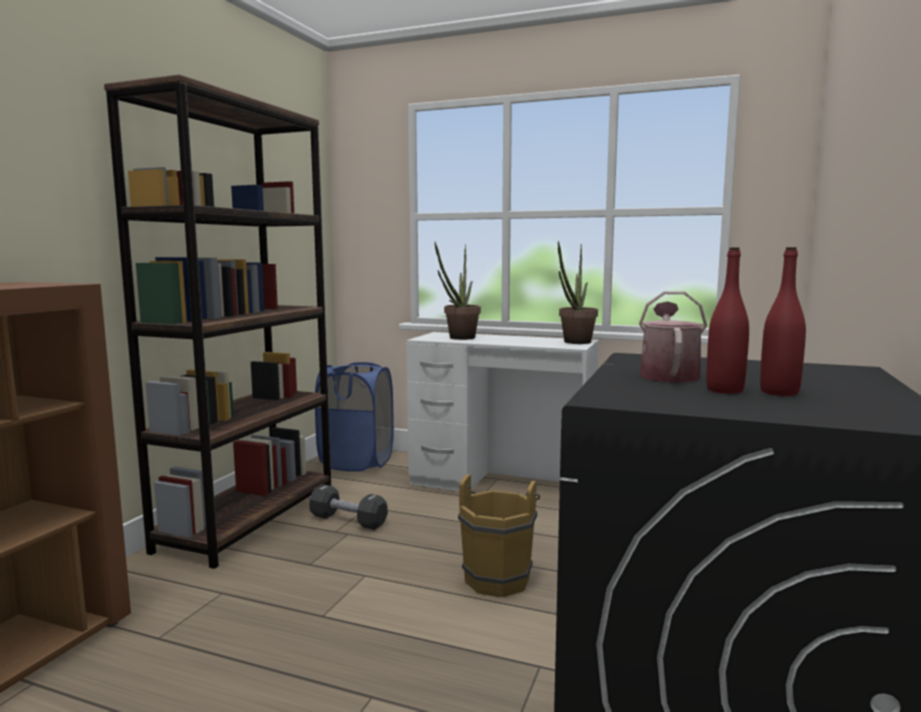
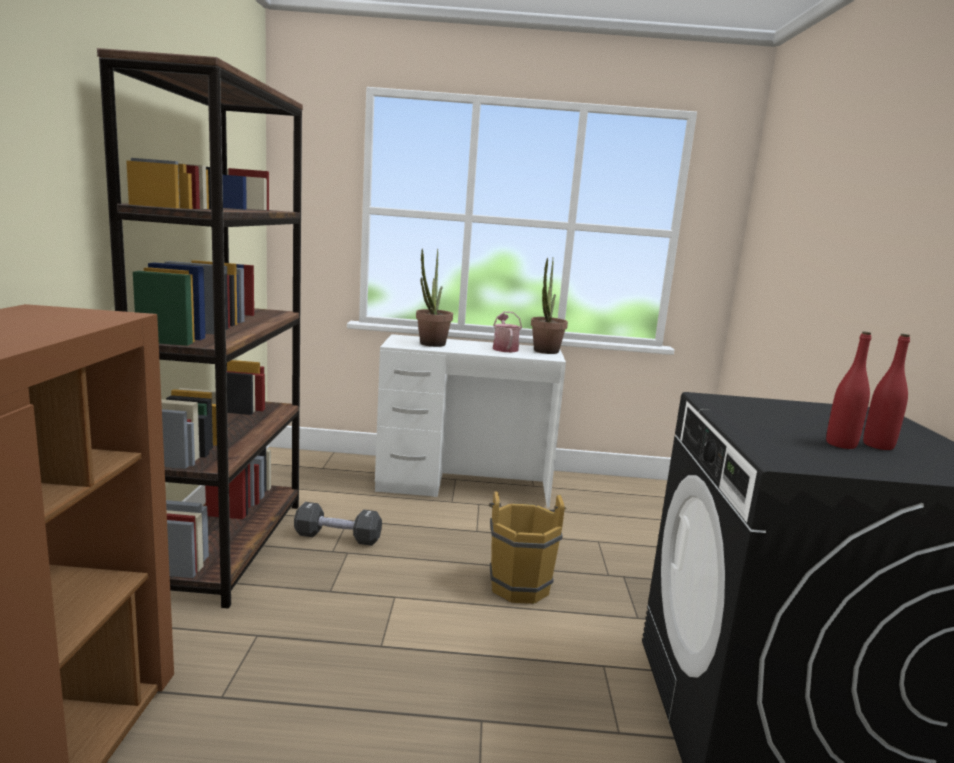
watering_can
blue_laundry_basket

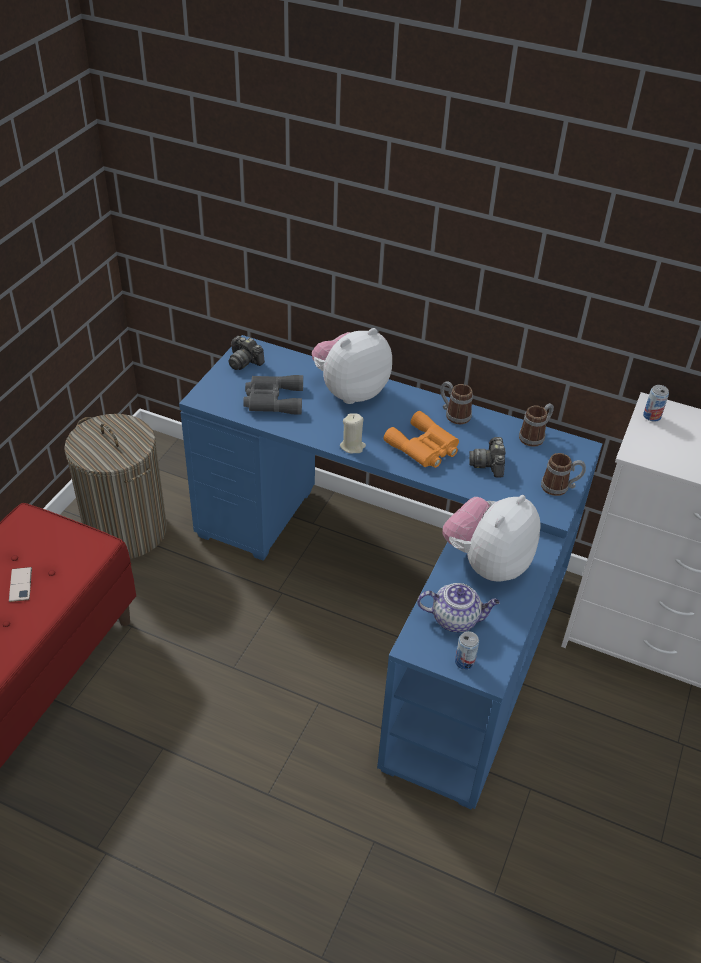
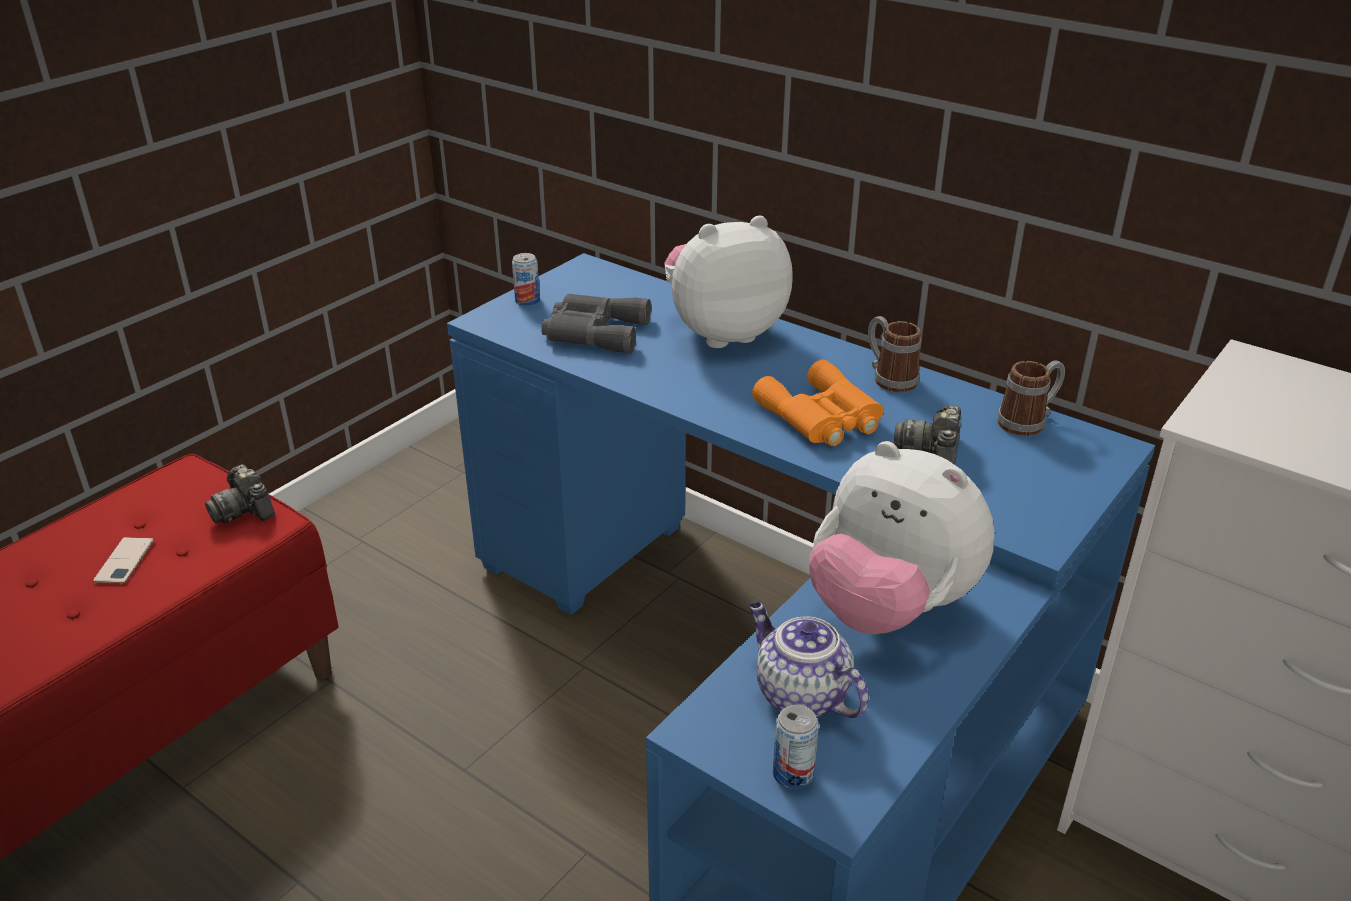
photo_camera (1st from left)
can (1st from left)
beige_candle
laundry_basket
mug (3rd from left in the first image)
plush_toy (2nd from left)
teapot

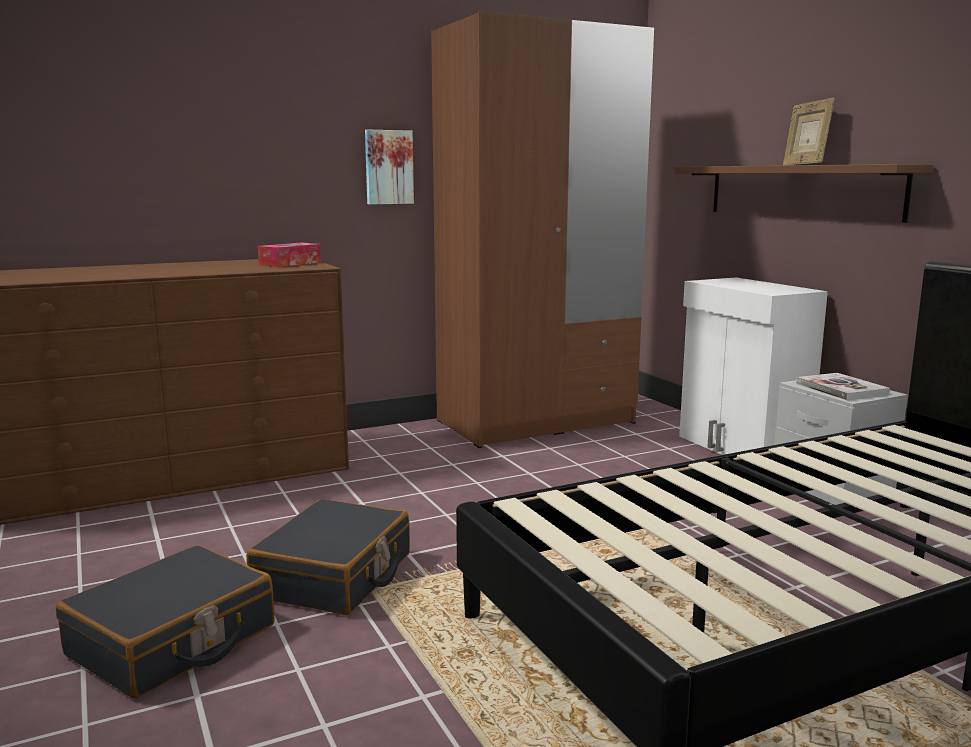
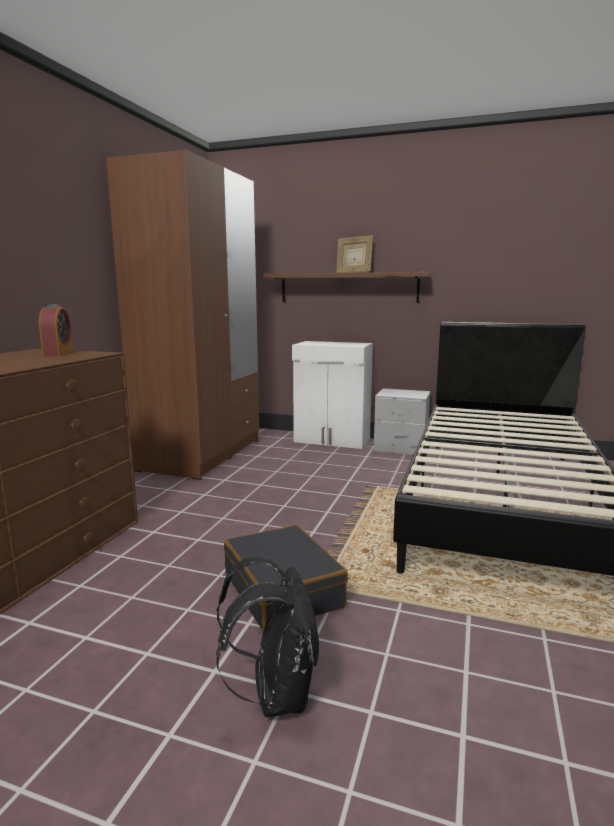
picture
alarm_clock
book
black_backpack

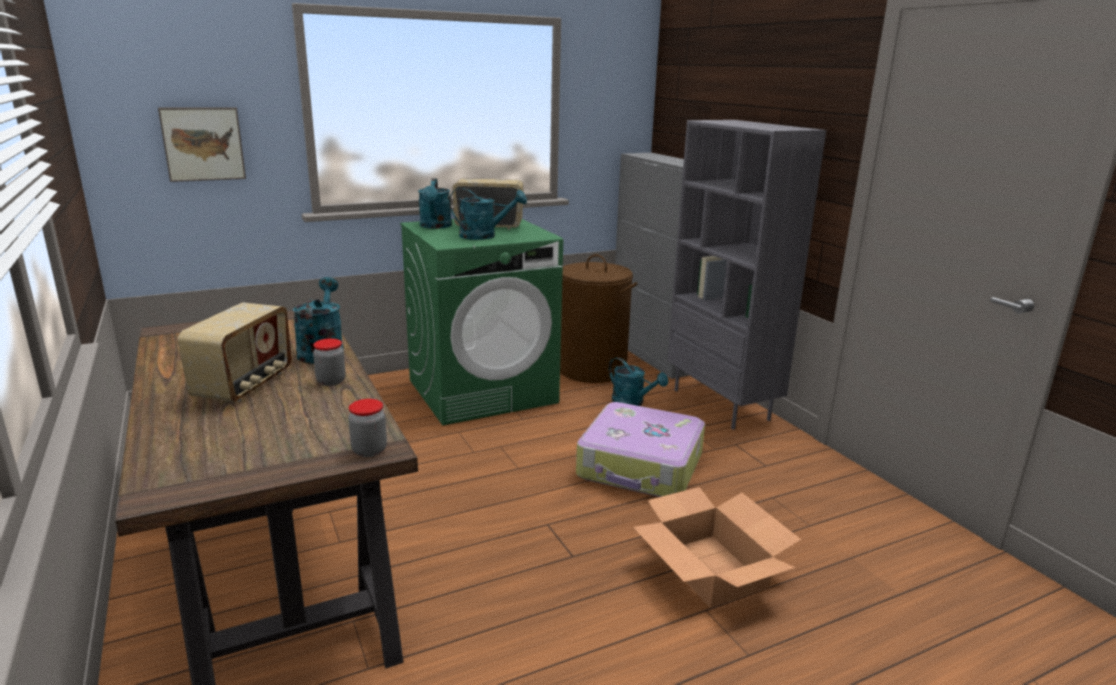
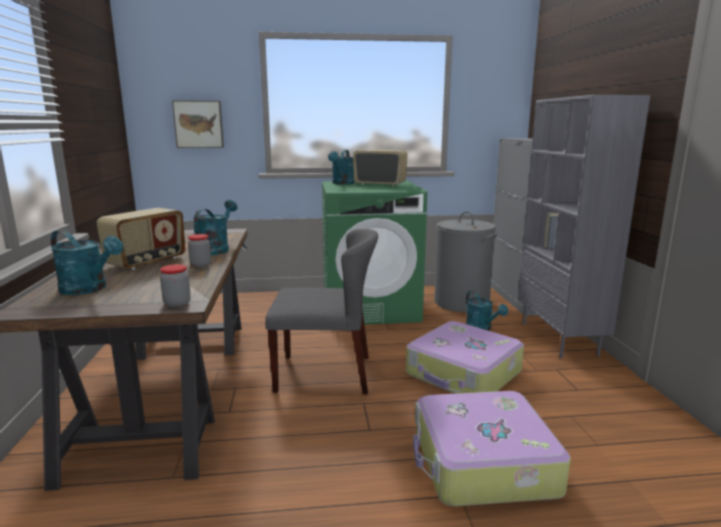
turquoise_watering_can (1st from left)
grey_laundry_basket
suitcase (2nd from left)
grey_chair

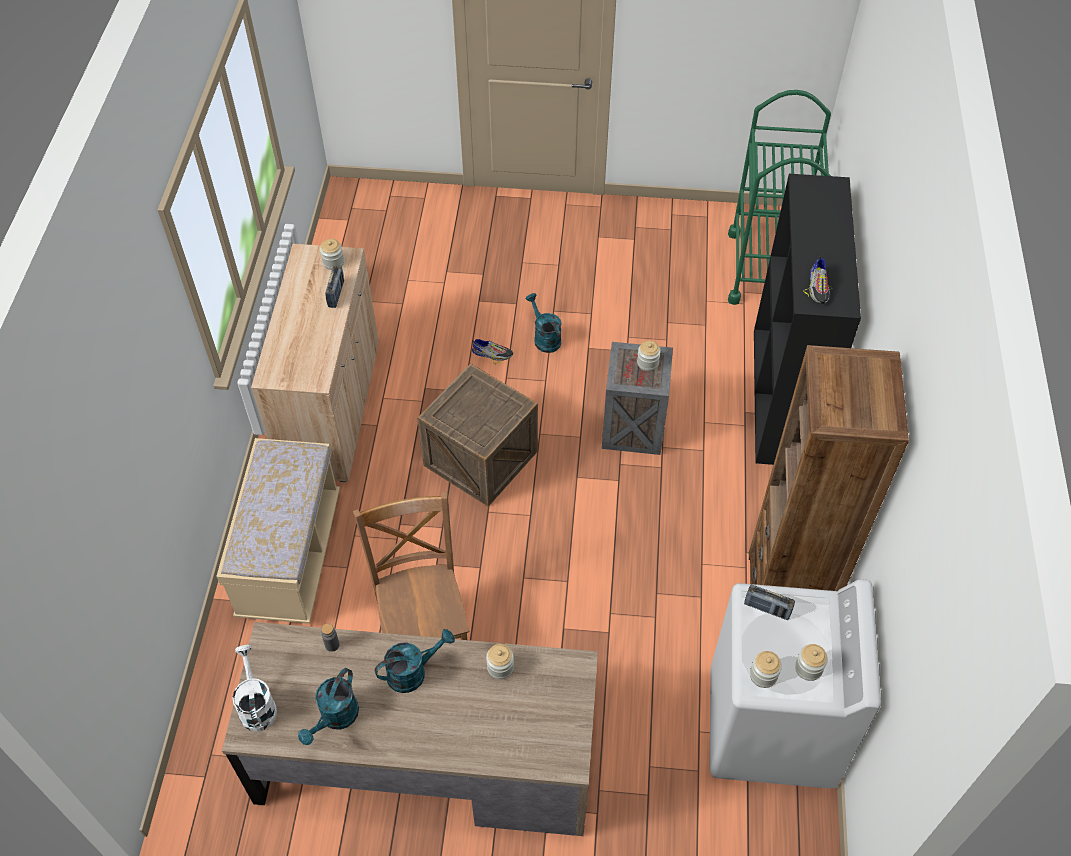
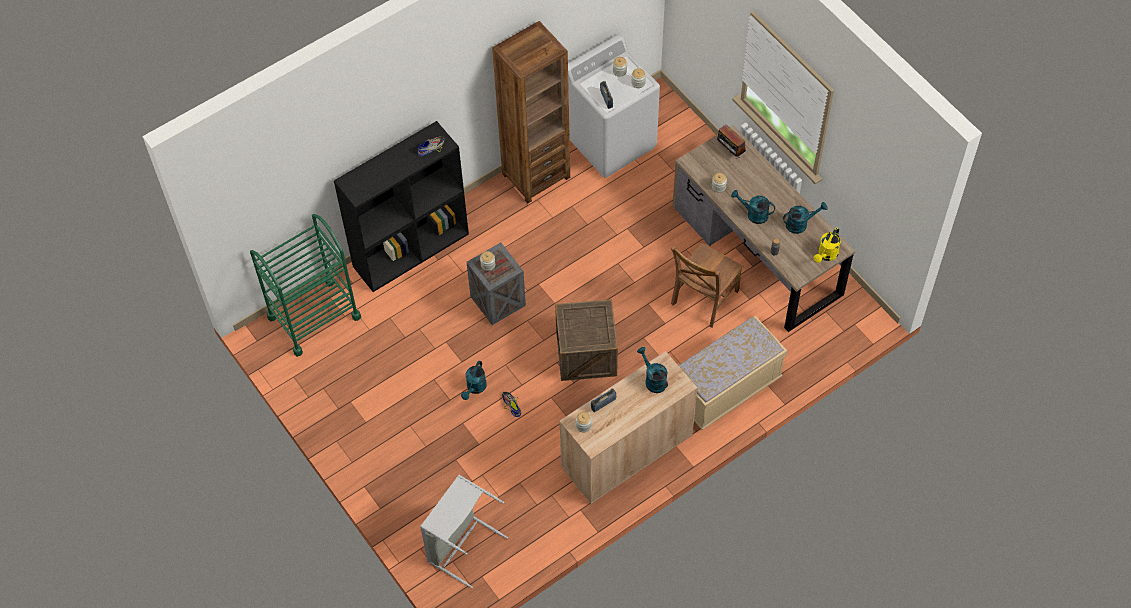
yellow_watering_can
radio (3rd from left)
turquoise_watering_can (2nd from left)
grey_laundry_basket

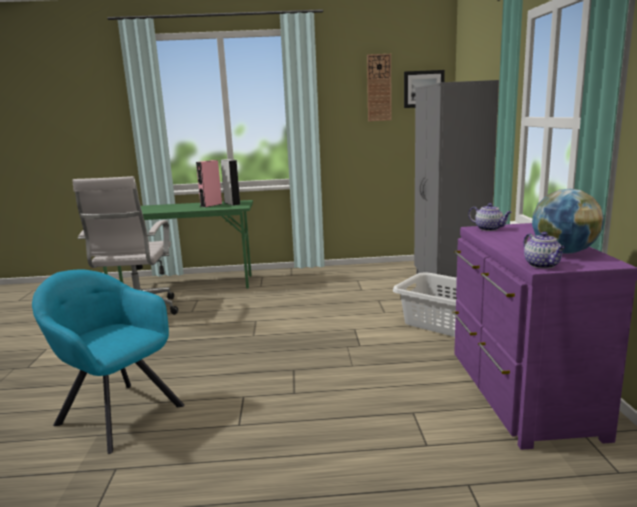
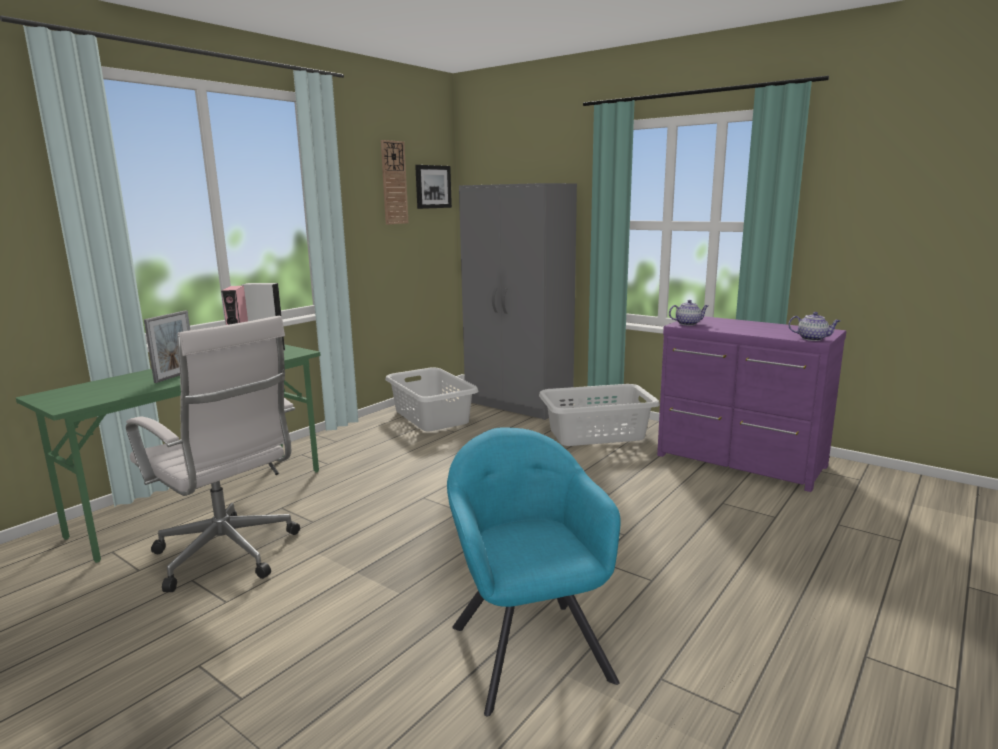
globe
turquoise_armchair
picture_frame
grey_laundry_basket (1st from left)

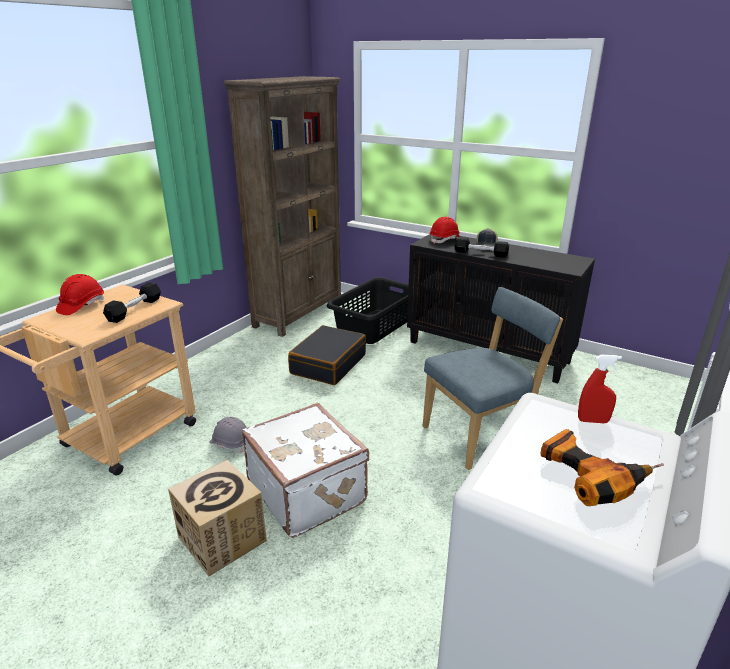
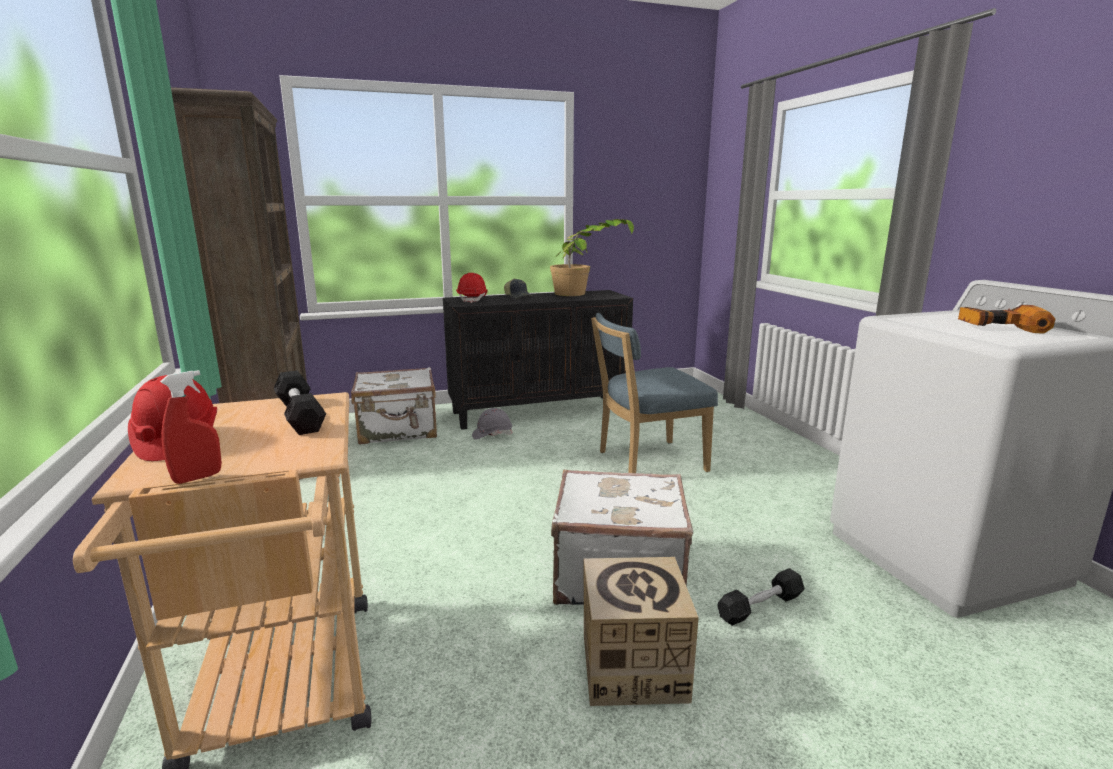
black_dumbbell (2nd from left)
white_suitcase (1st from left)
blue_chair
black_suitcase
red_spray_bottle
grey_hard_hat
potted_plant

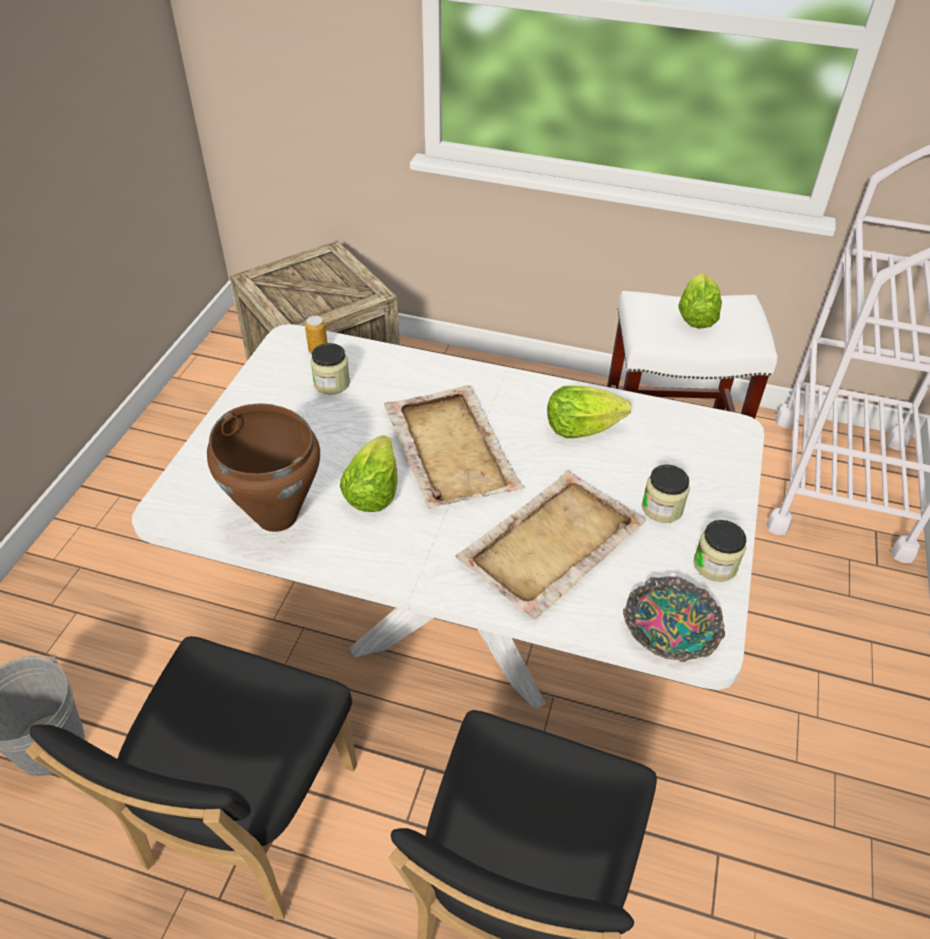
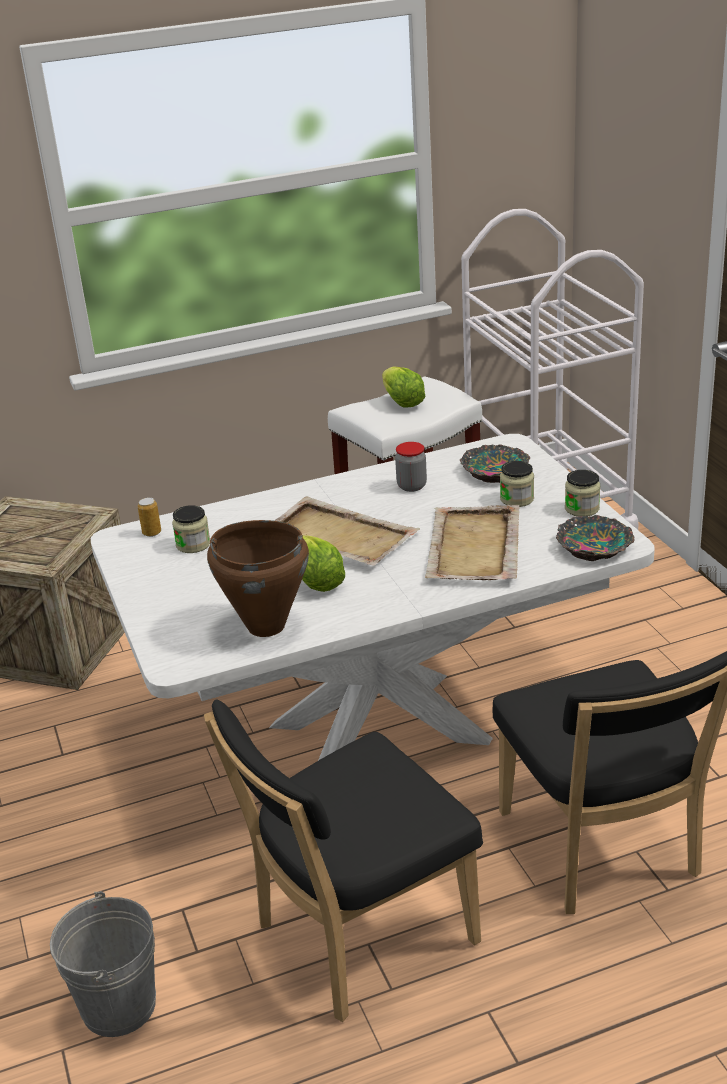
jar (2nd from left)
black_chair (1st from left)
bowl (1st from left)

